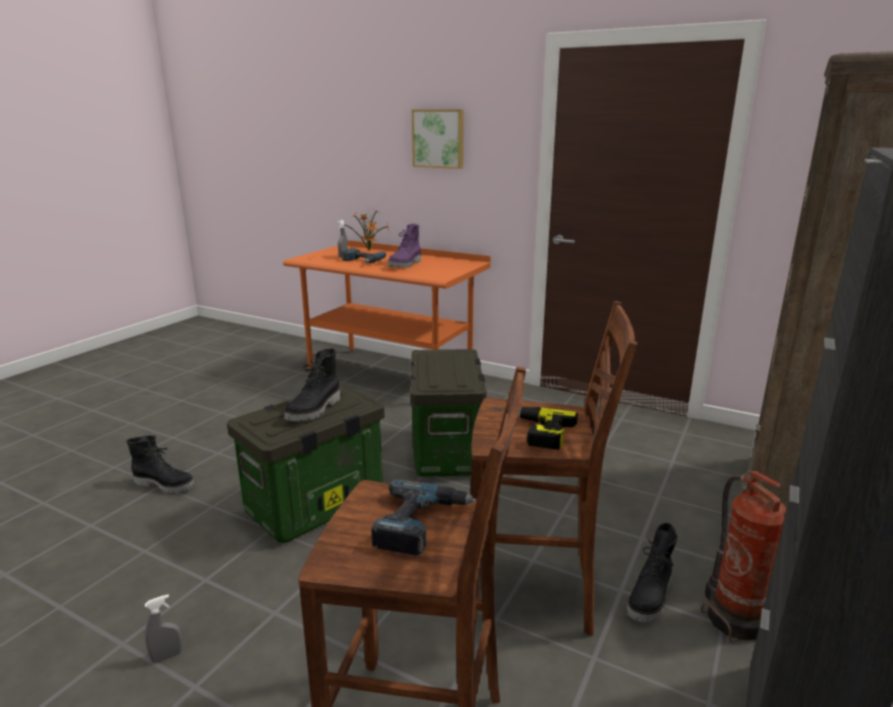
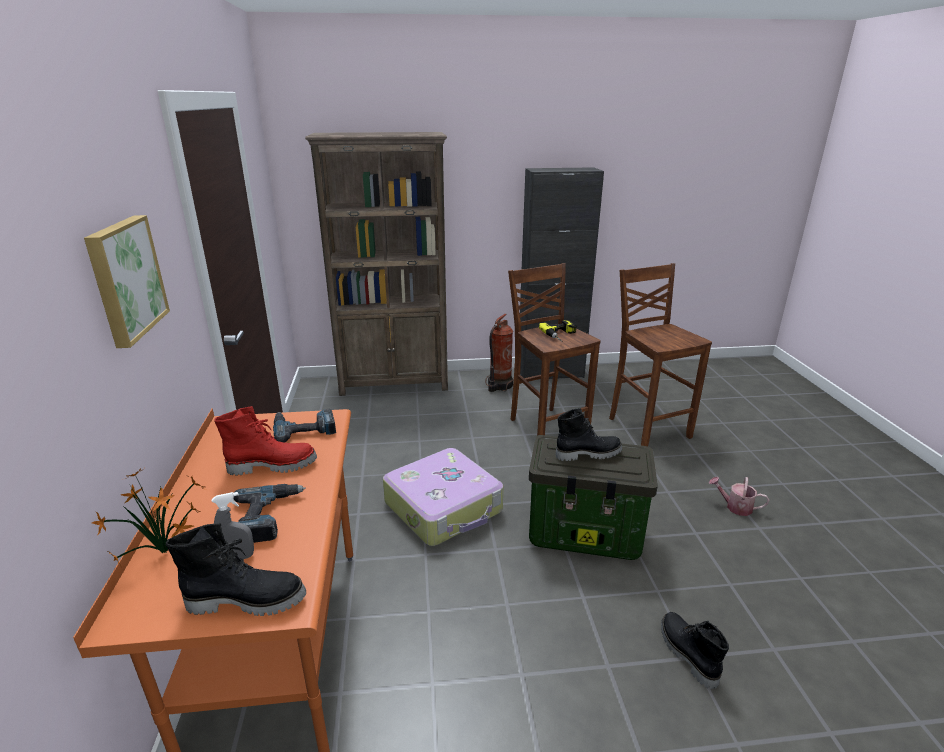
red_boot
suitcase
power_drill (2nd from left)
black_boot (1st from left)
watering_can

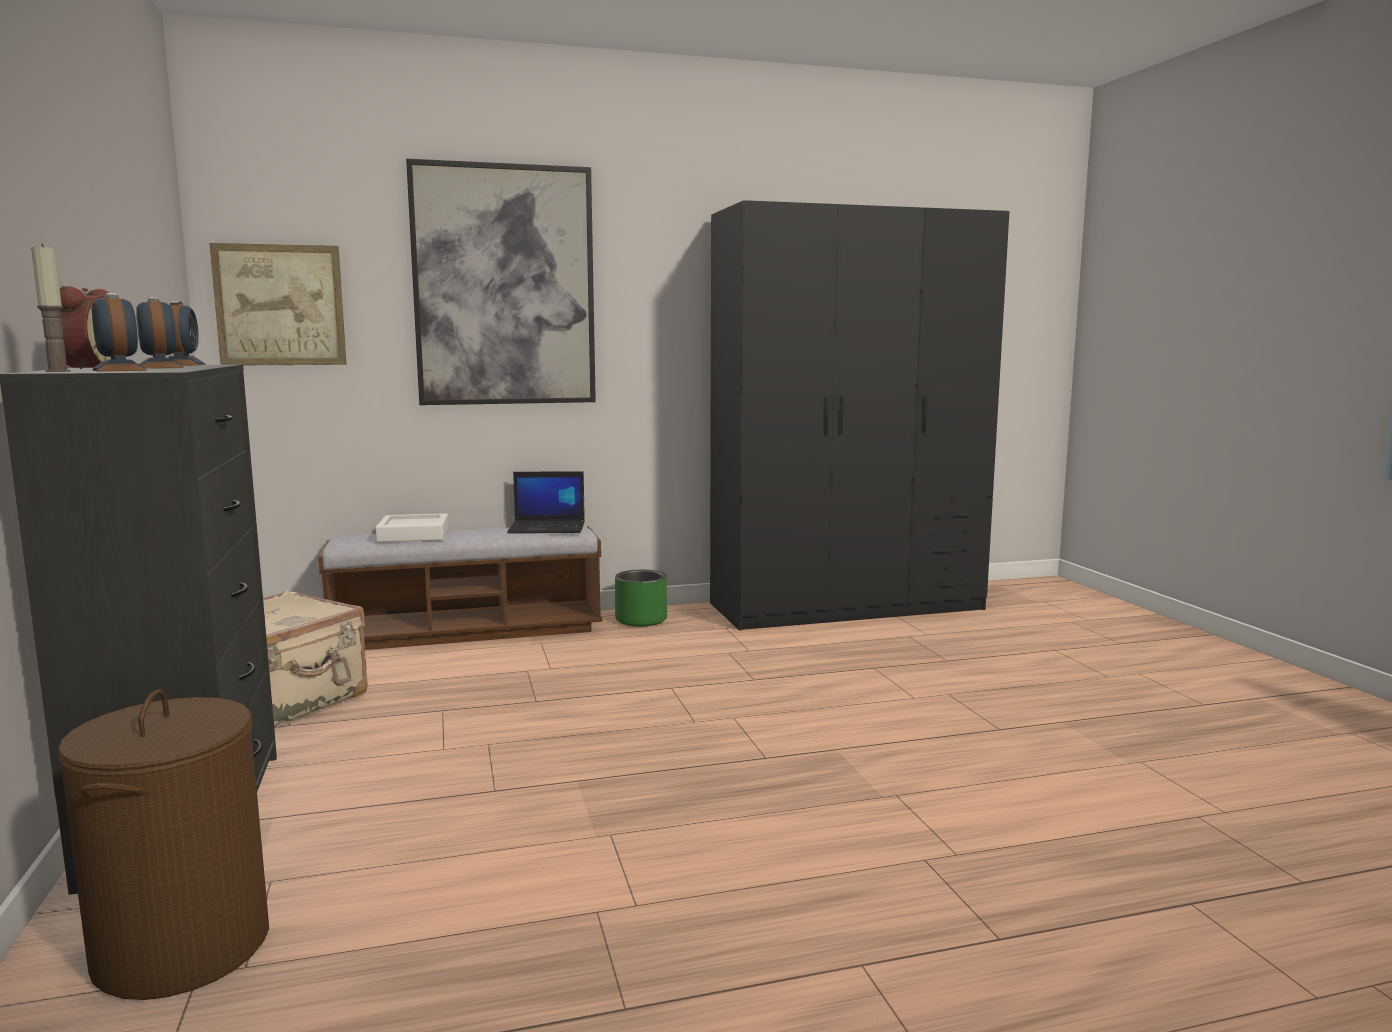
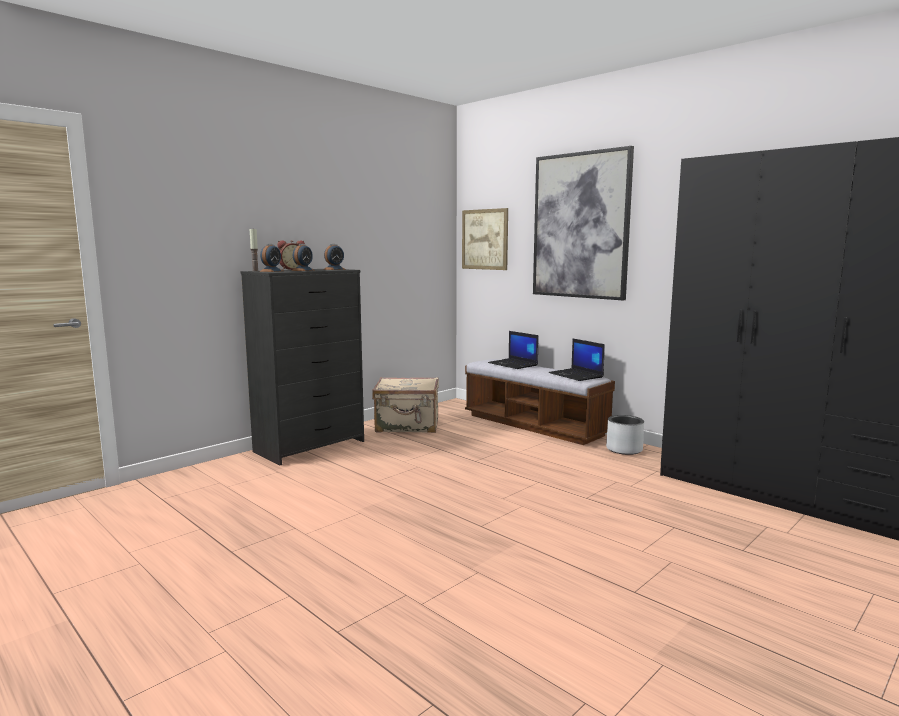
laptop (1st from left)
grey_planter
brown_laundry_basket

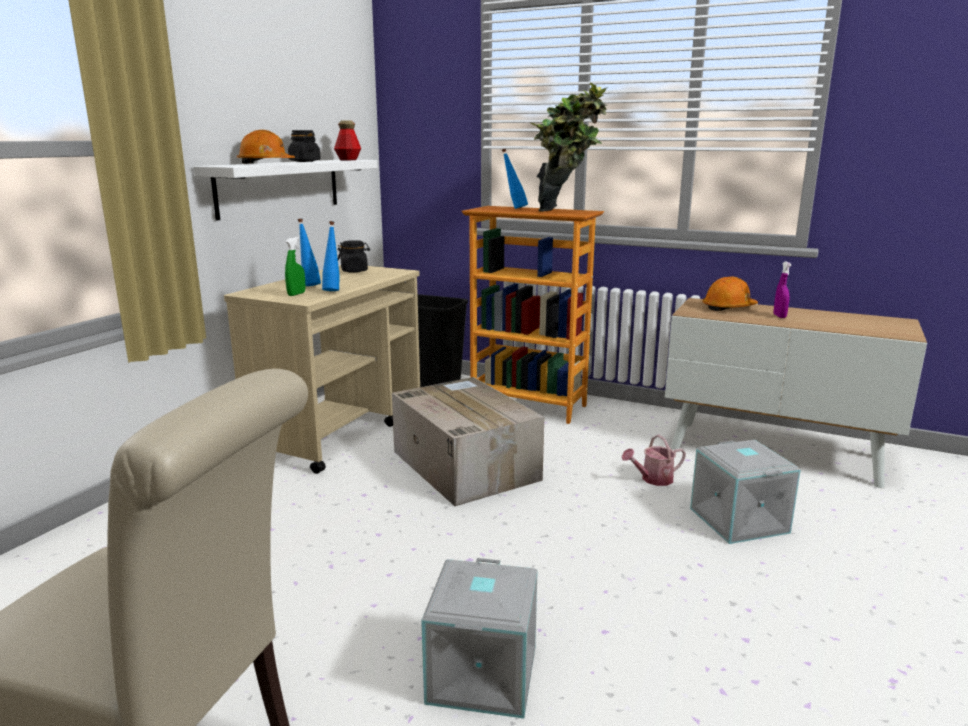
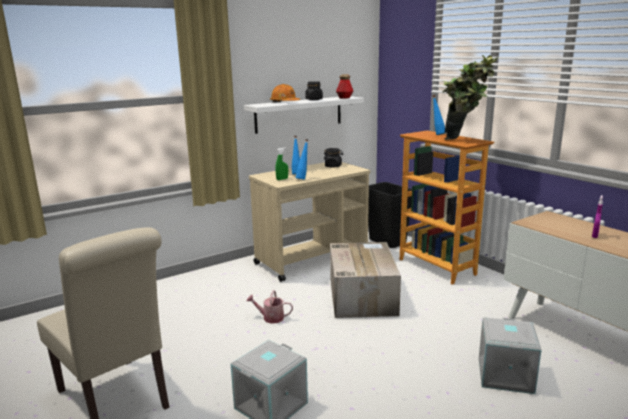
orange_hard_hat (2nd from left in the first image)
watering_can

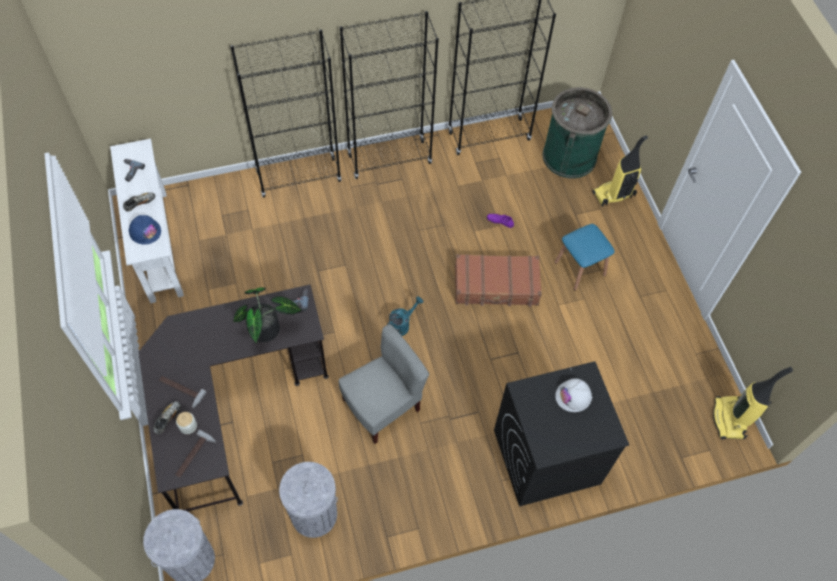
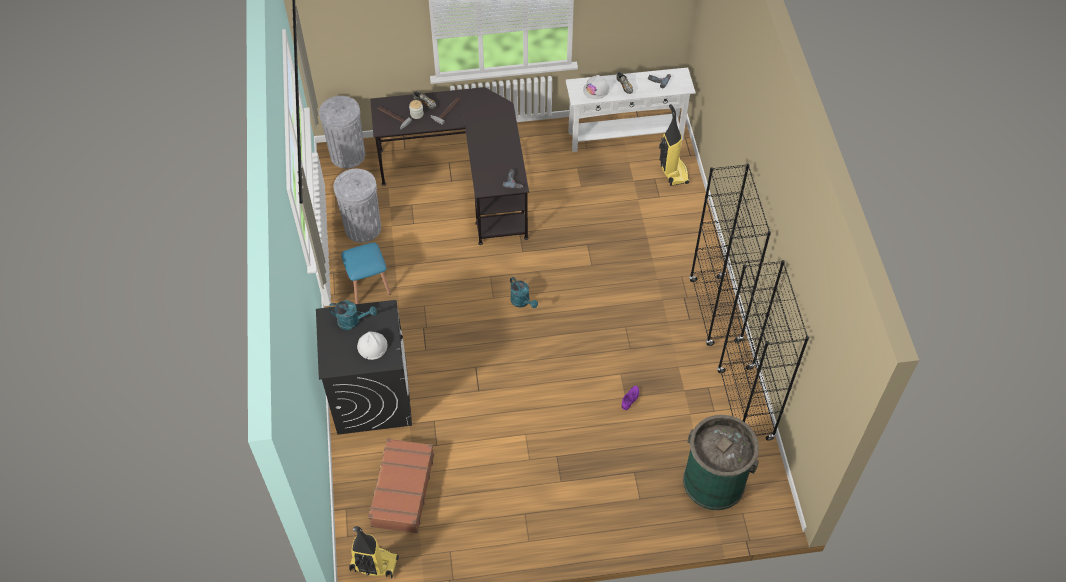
black_bookcase (1st from left in the first image)
vacuum_cleaner (2nd from left)
white_hard_hat (2nd from left)
blue_stool
brown_suitcase
potted_plant
grey_chair
turquoise_watering_can (1st from left)

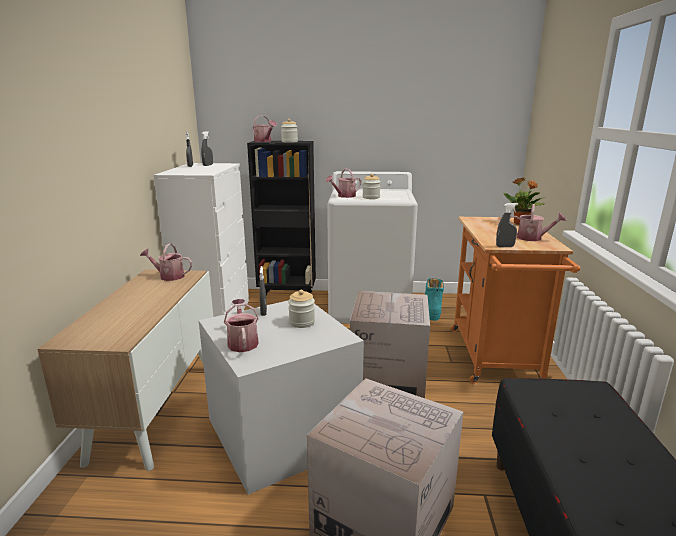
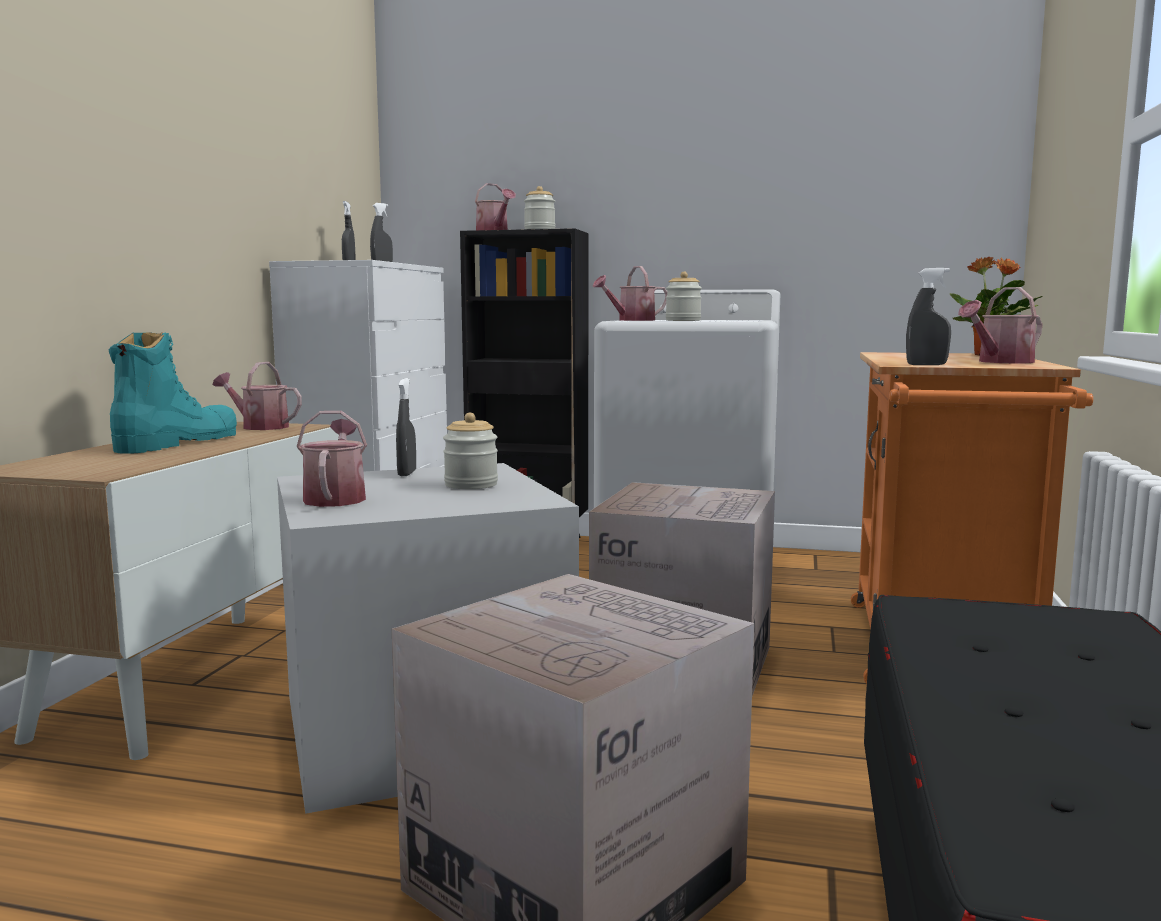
watering_can (5th from left)
turquoise_boot

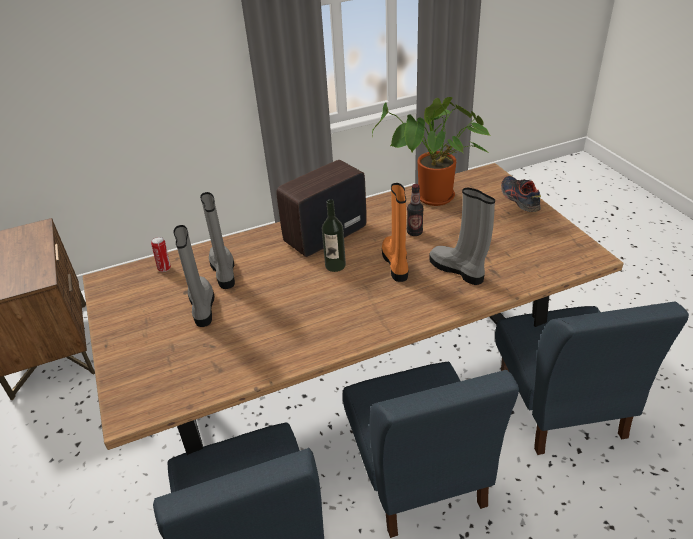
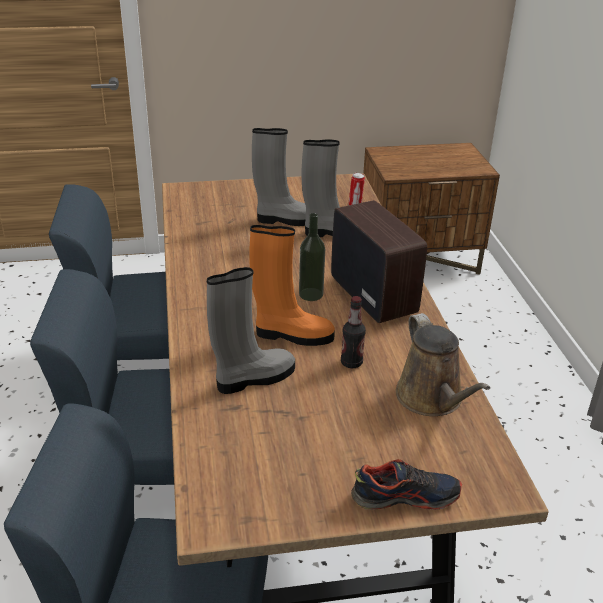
brown_watering_can

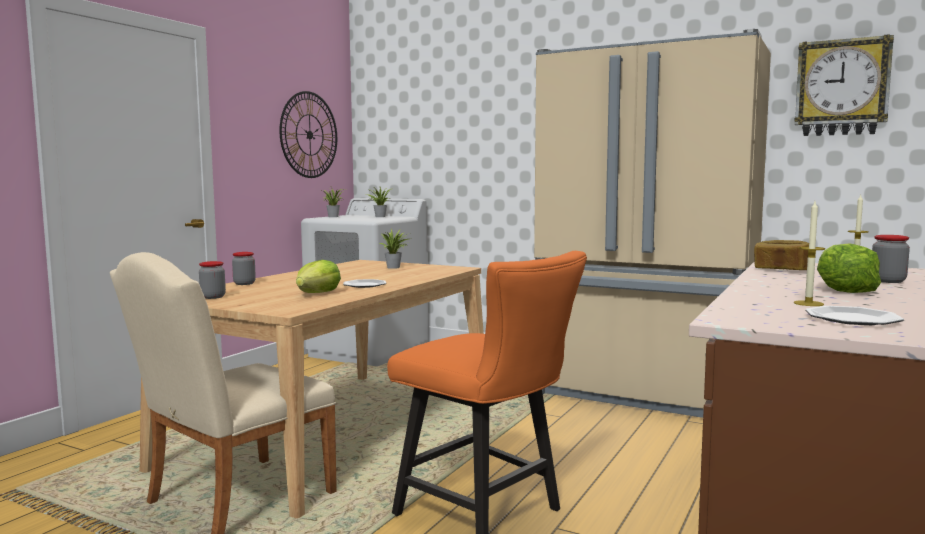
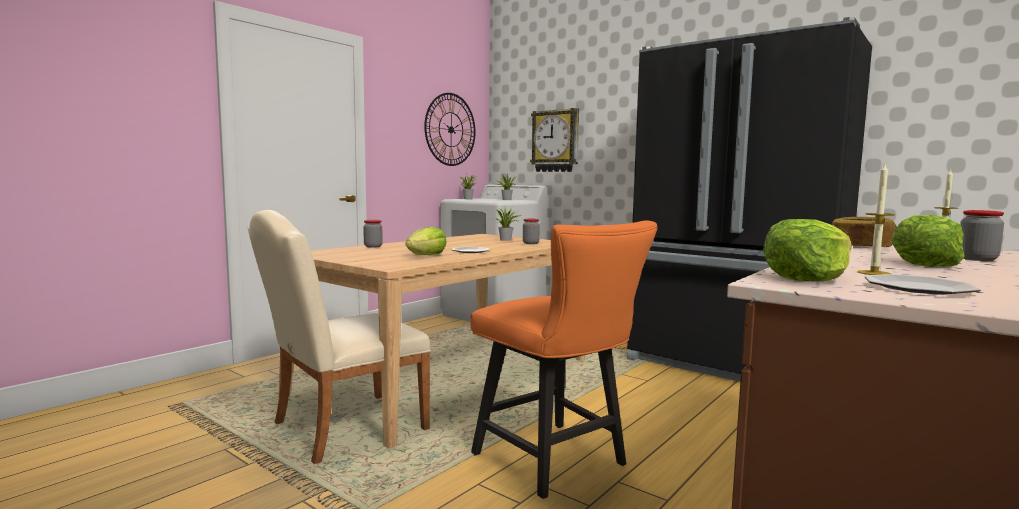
black_fridge
wall_clock (2nd from left)
jar (2nd from left)
lettuce (2nd from left)

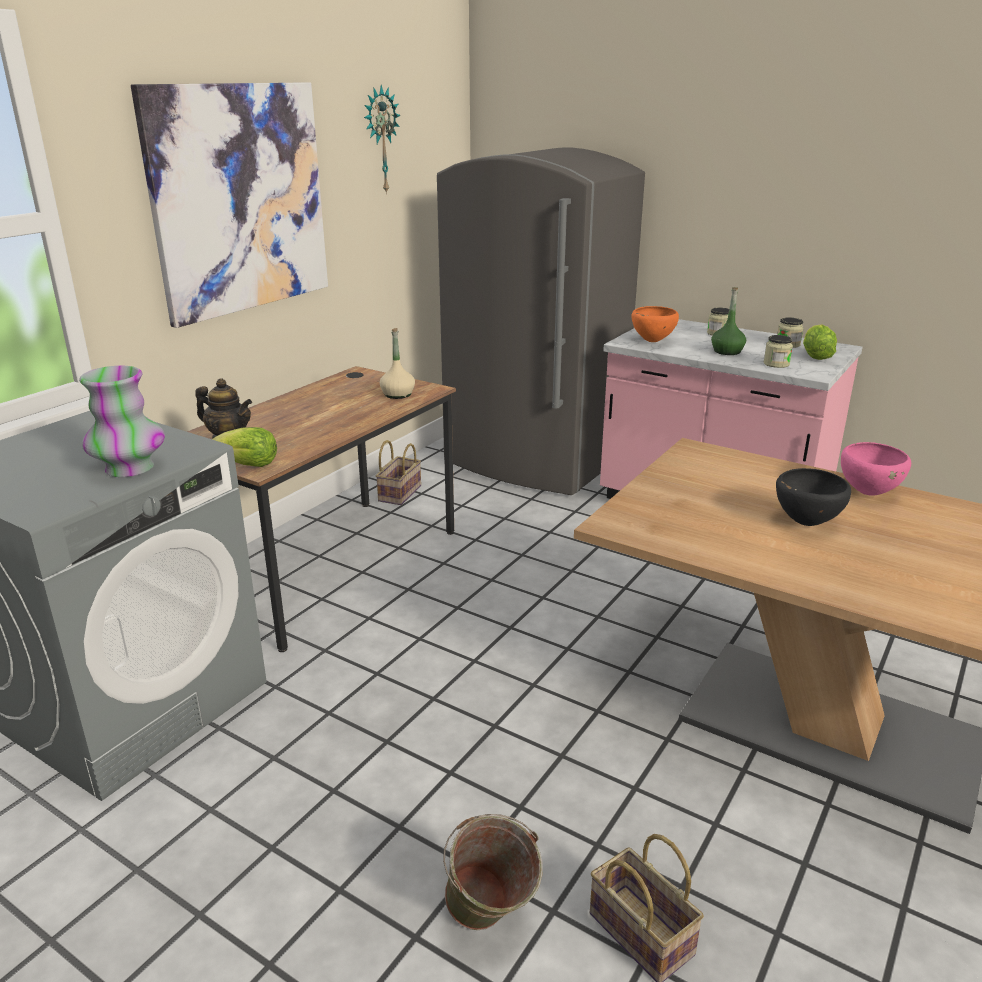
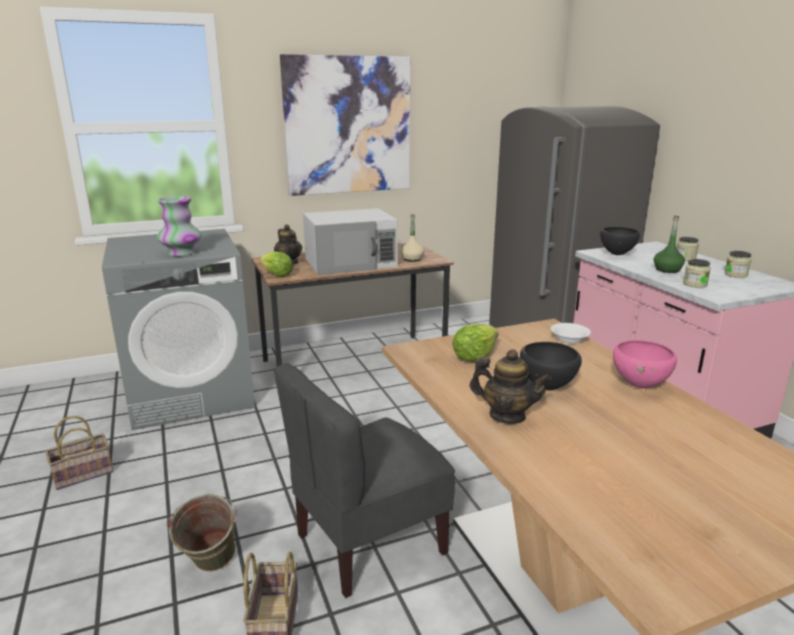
wall_clock
black_bowl (2nd from left)
lettuce (2nd from left)
basket (1st from left)
white_microwave
white_bowl
teapot (2nd from left)
grey_chair

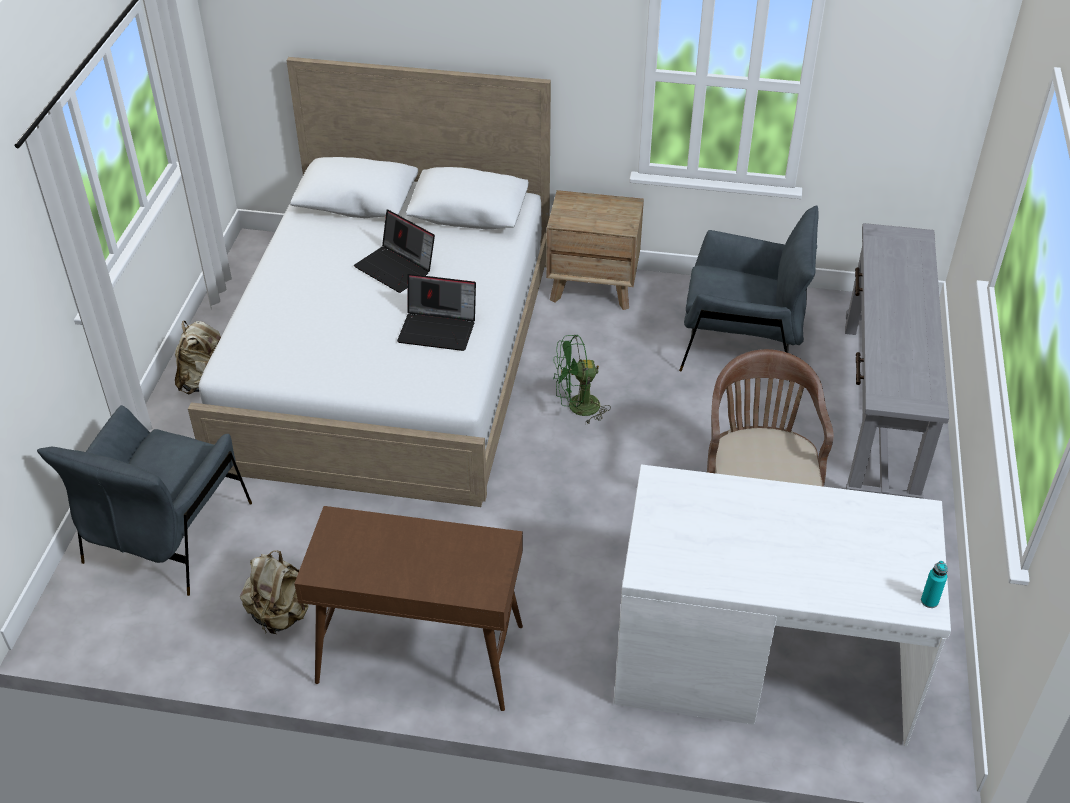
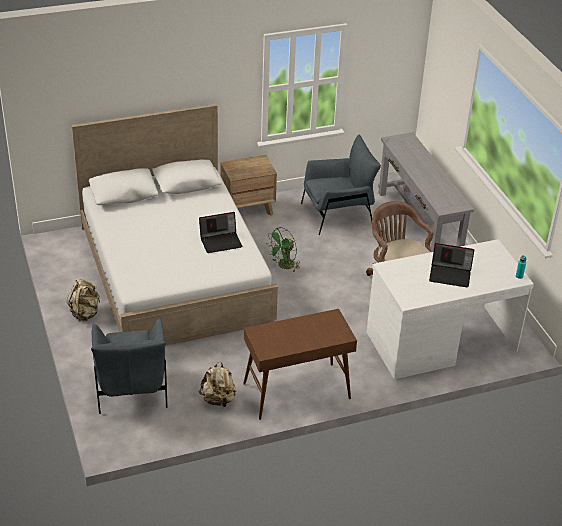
laptop (2nd from left)

